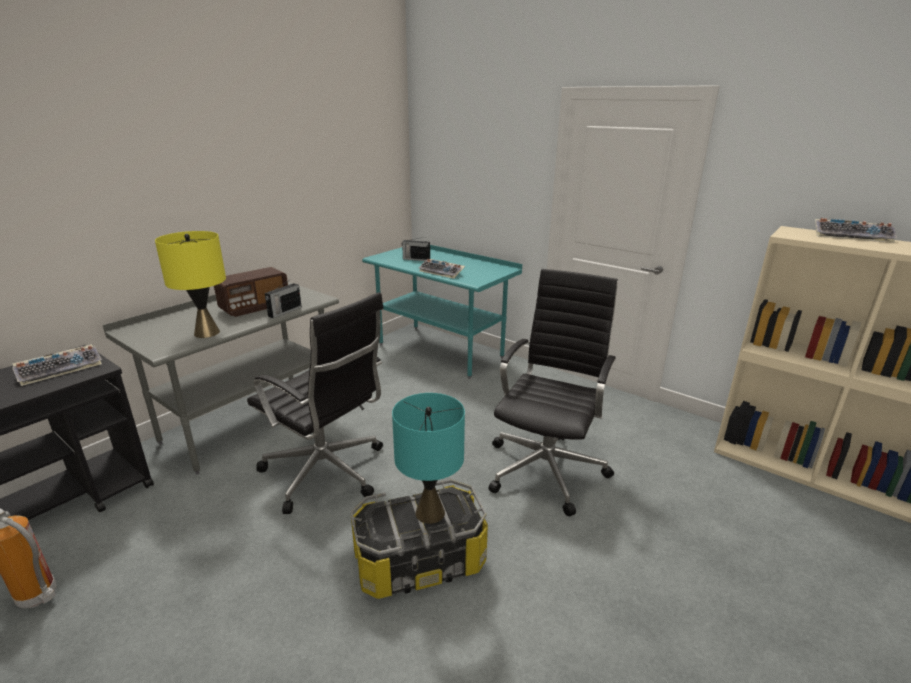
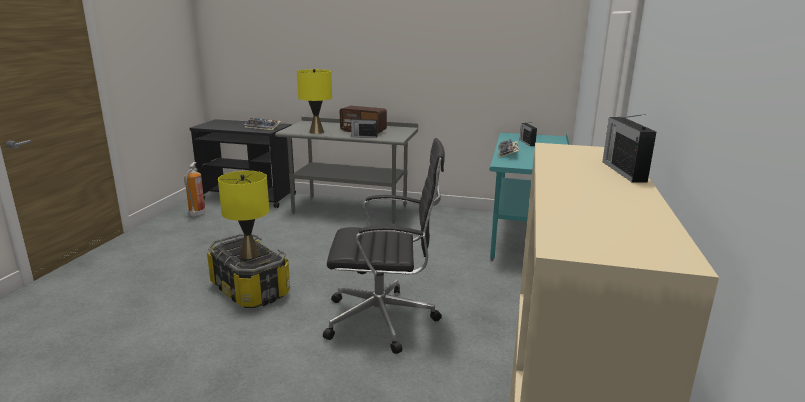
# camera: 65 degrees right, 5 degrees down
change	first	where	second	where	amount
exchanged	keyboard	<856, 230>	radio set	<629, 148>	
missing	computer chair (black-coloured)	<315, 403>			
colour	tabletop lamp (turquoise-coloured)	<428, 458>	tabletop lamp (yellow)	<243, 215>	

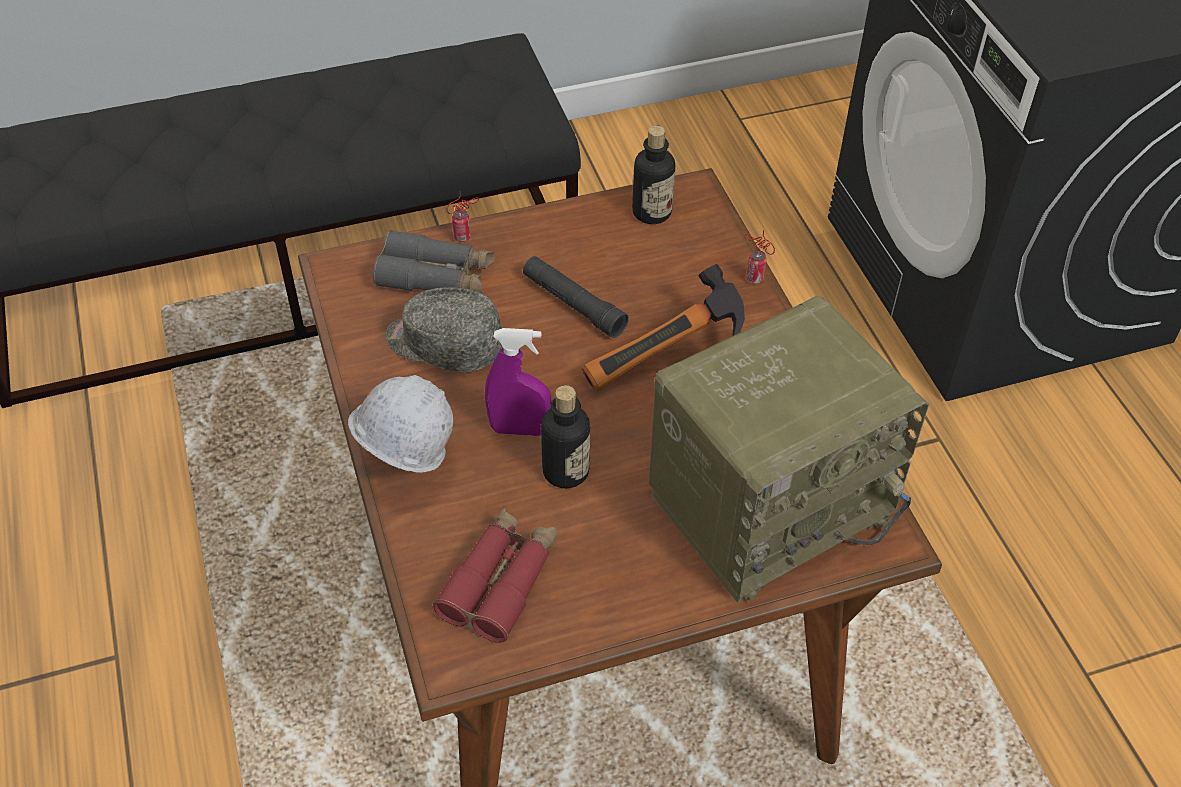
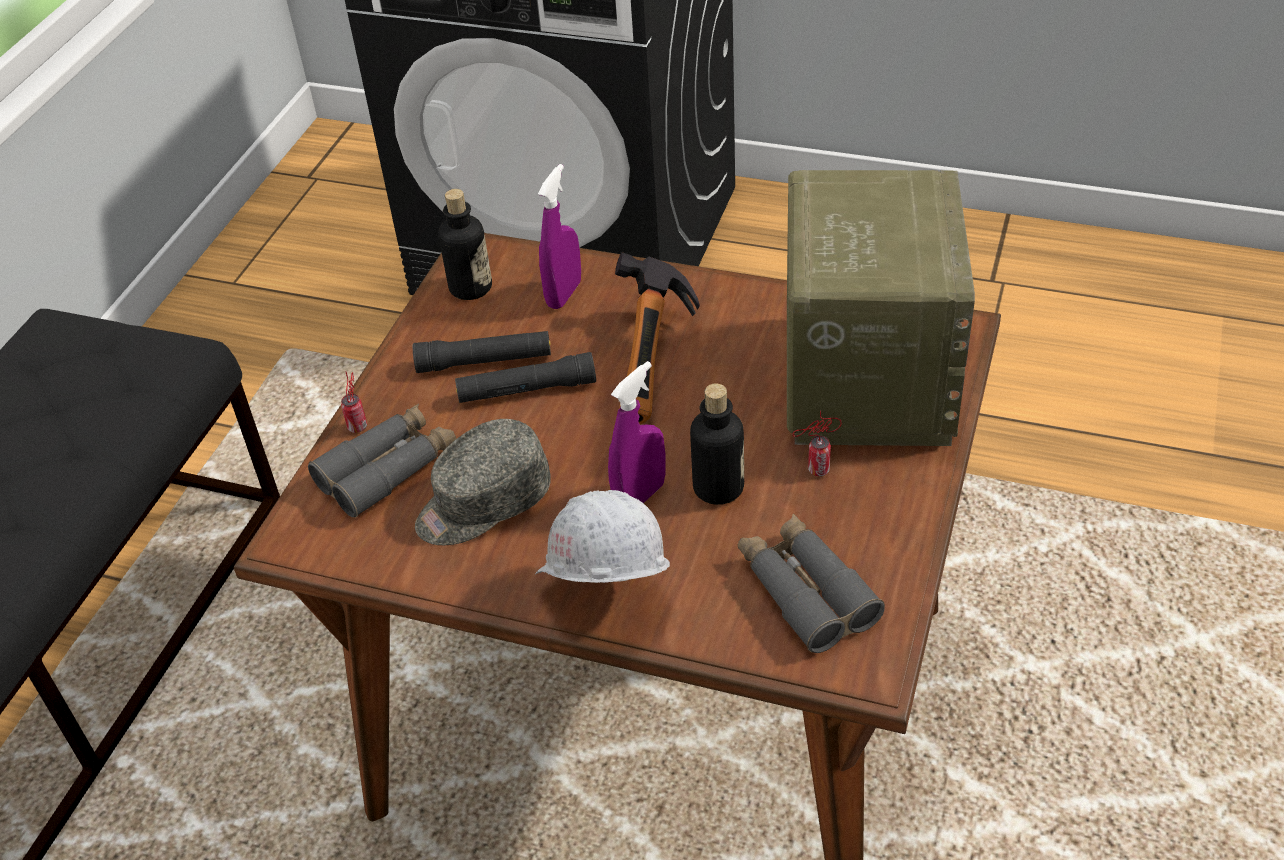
# camera: 50 degrees left, 5 degrees down
change	first	where	second	where	amount
relocated	metal can	<760, 257>		<817, 443>	
colour	field glasses (red)	<495, 575>	field glasses (grey)	<811, 583>	
appeared			sprayer (purple)	<559, 236>	
appeared			torch (black-coloured)	<482, 352>	

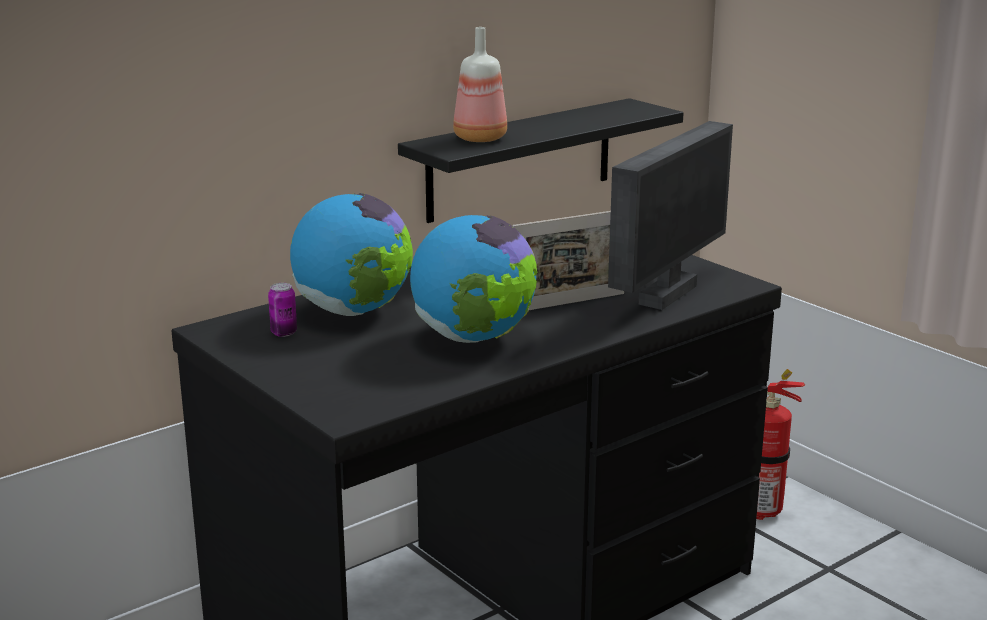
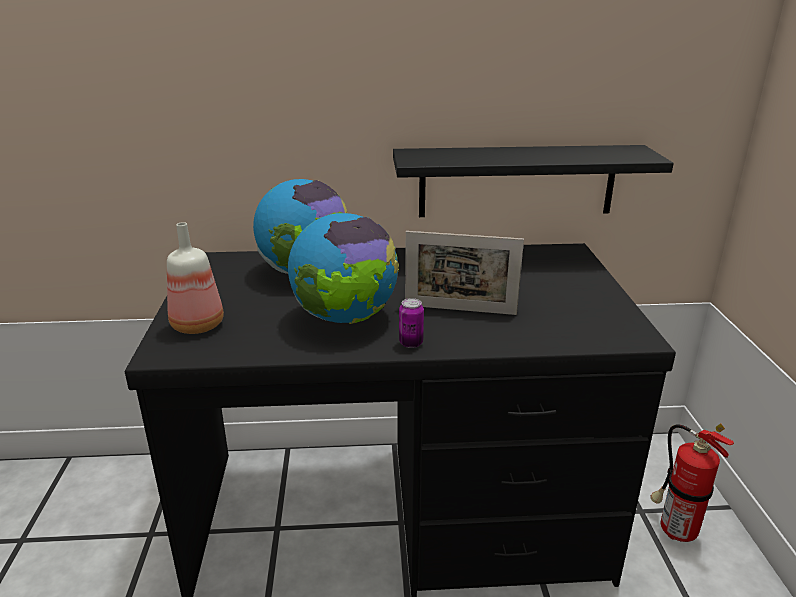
# camera: 35 degrees right, 5 degrees up
change	first	where	second	where	amount
relocated	bottle	<480, 84>		<195, 278>	
missing	computer display	<670, 215>			
relocated	metal can	<282, 310>		<411, 323>	

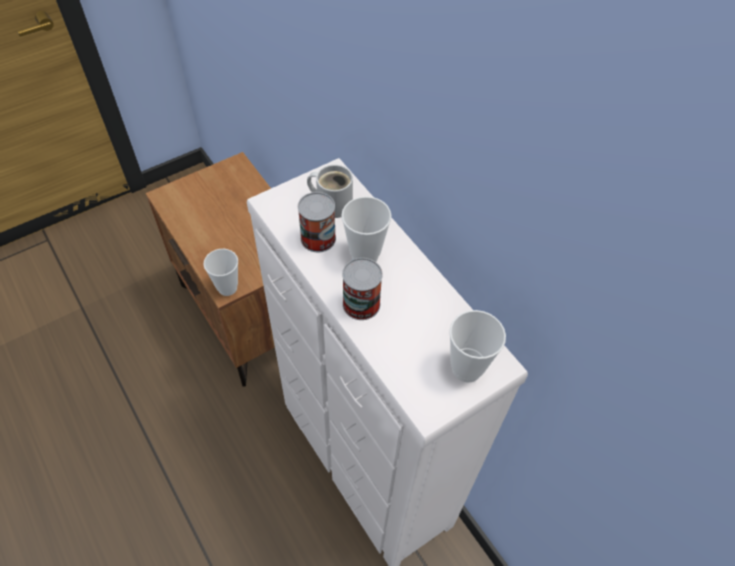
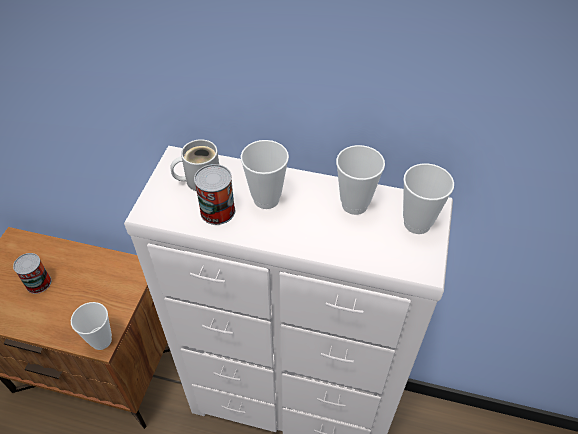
# camera: 40 degrees left, 5 degrees down
change	first	where	second	where	amount
relocated	metal can	<362, 289>		<32, 273>	
appeared			drinking cup	<360, 180>	

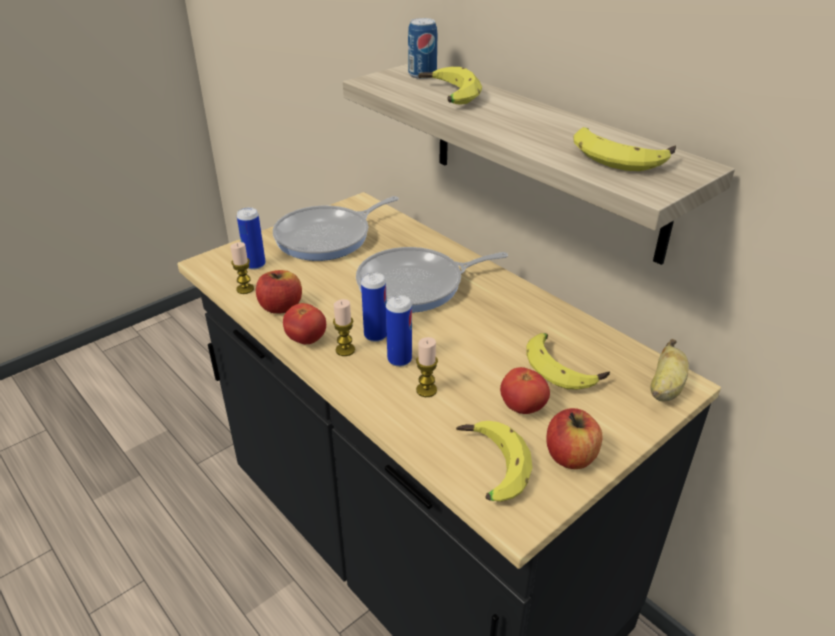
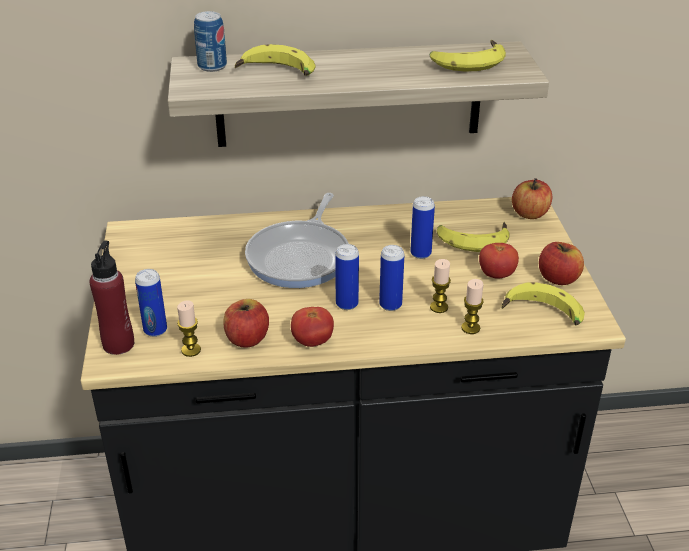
# camera: 55 degrees left, 0 degrees up
change	first	where	second	where	amount
missing	pan	<336, 228>			
relocated	wax light	<344, 327>		<472, 306>	
exchanged	banana fruit	<669, 370>	whole apple	<532, 198>	
appeared			metal can	<422, 227>	
appeared			bottle (red)	<112, 297>	

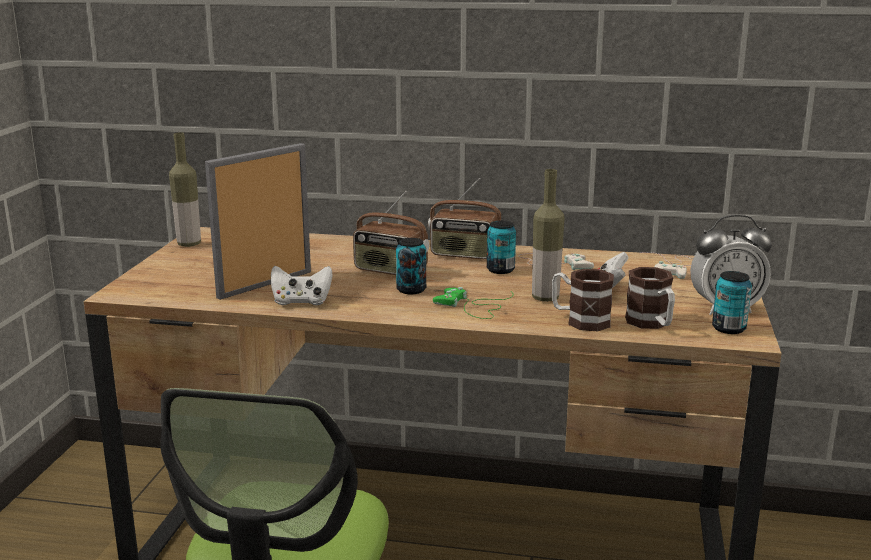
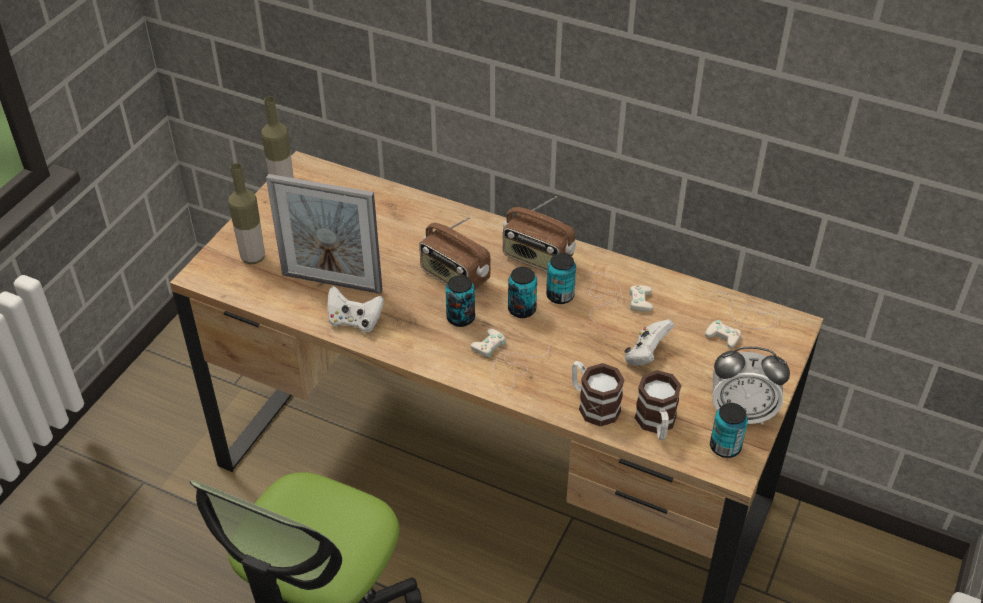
# camera: 15 degrees right, 25 degrees up
change	first	where	second	where	amount
spun	picture frame	<258, 221>		<324, 234>	135 degrees counterclockwise
relocated	bottle	<548, 235>		<246, 213>	
colour	game controller (green-coloured)	<473, 303>	game controller (whitish)	<510, 359>	
appeared			metal can	<522, 292>	

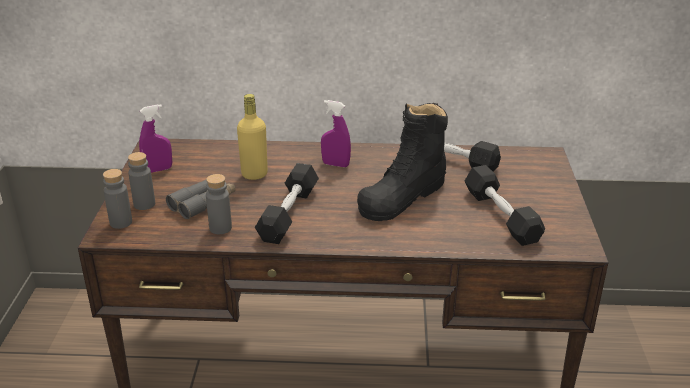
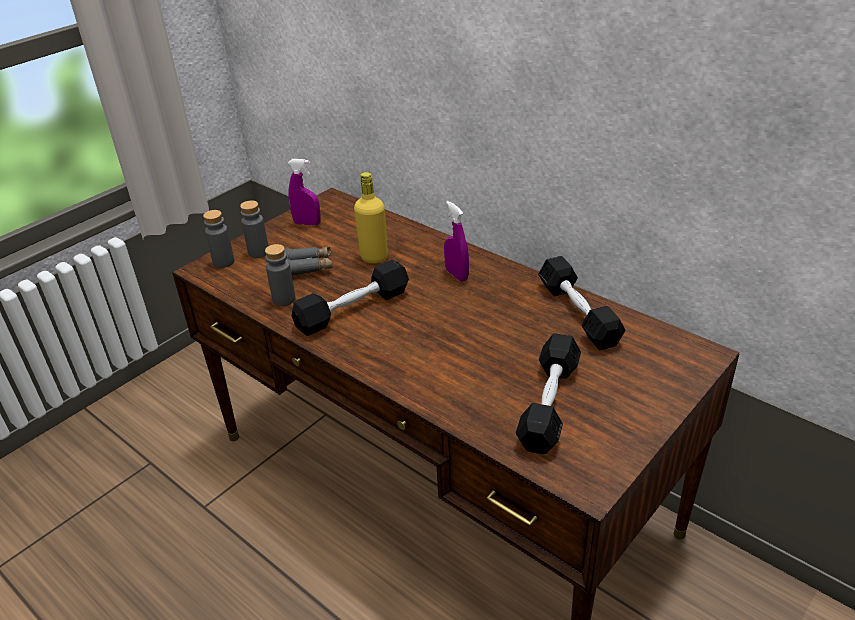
# camera: 40 degrees right, 5 degrees up
change	first	where	second	where	amount
missing	boot (black-coloured)	<402, 162>			

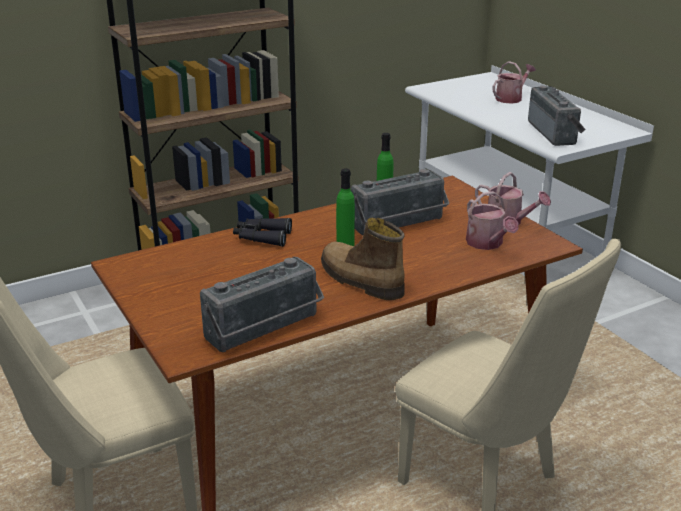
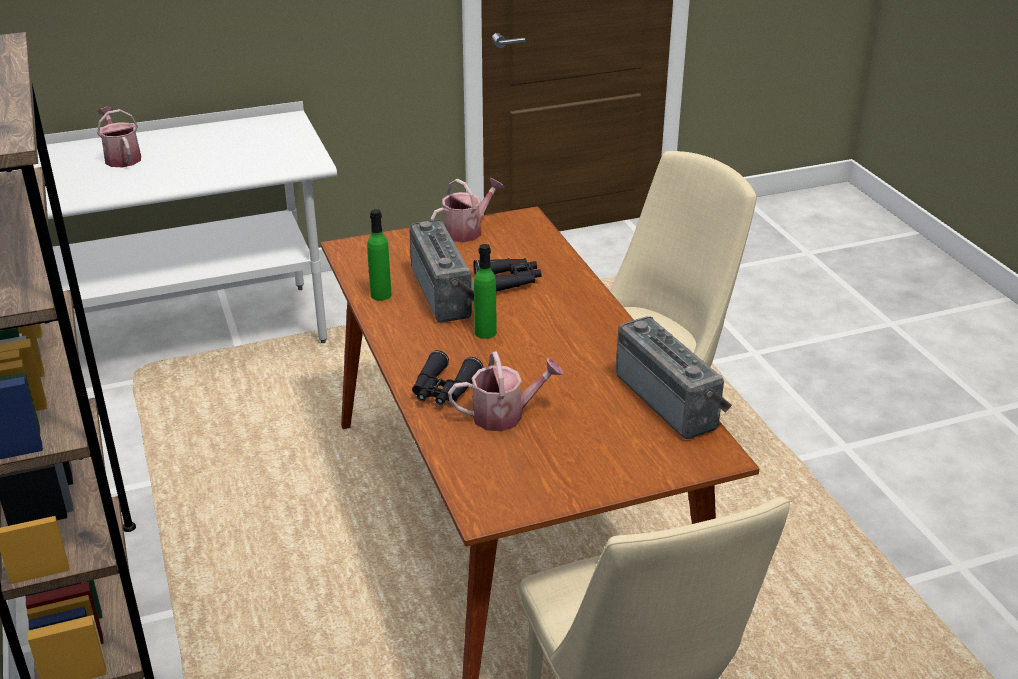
# camera: 80 degrees left, 5 degrees up
change	first	where	second	where	amount
missing	radio set	<557, 116>			
relocated	sprinkling can	<492, 220>		<506, 391>	
missing	boot	<363, 259>			
appeared			field glasses (black-coloured)	<507, 275>	

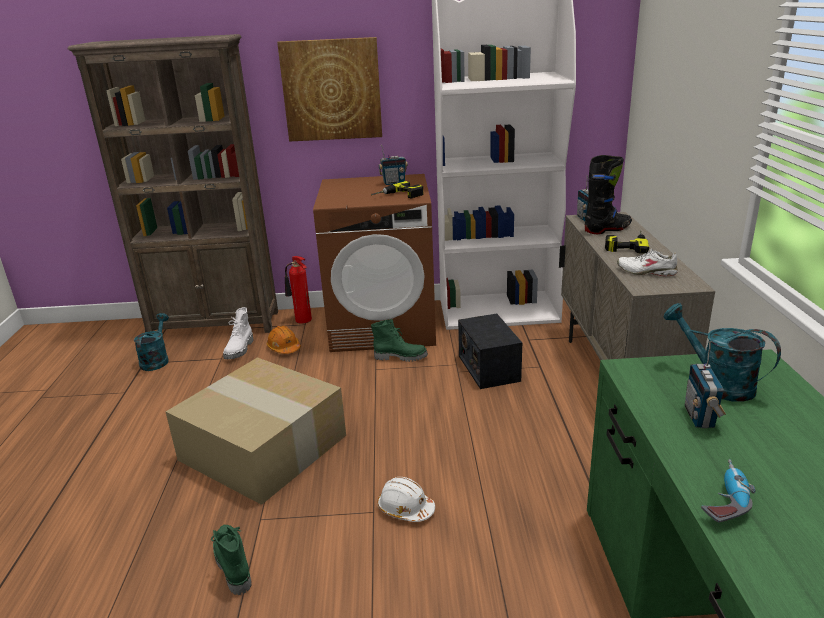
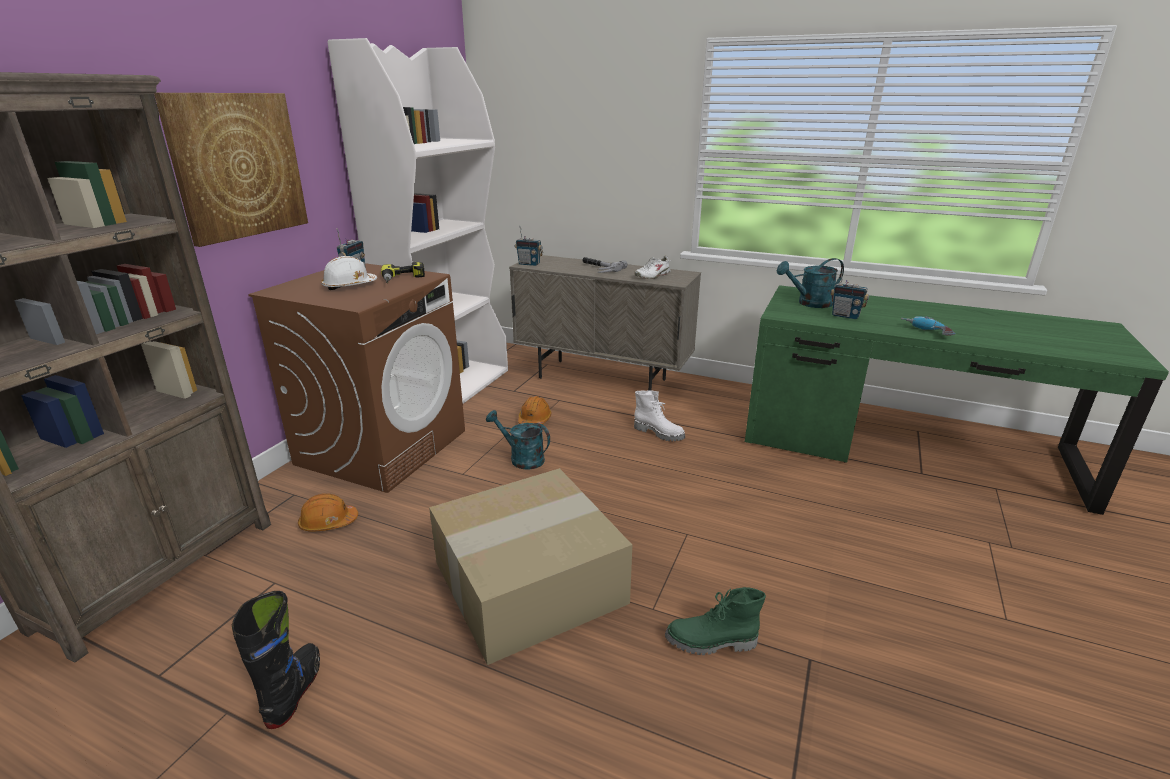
# camera: 65 degrees left, 0 degrees up
change	first	where	second	where	amount
relocated	boot (black-coloured)	<608, 194>		<276, 660>	
exchanged	power drill	<627, 242>	hand hammer	<605, 265>	
missing	extinguisher	<298, 290>			
relocated	boot (whitish)	<238, 333>		<659, 415>	
relocated	sprinkling can (turquoise-coloured)	<151, 342>		<518, 440>	
exchanged	radio set	<490, 351>	work helmet (orangey)	<535, 410>	
missing	boot (green-coloured)	<399, 340>			
relocated	work helmet (whitish)	<406, 499>		<349, 273>	

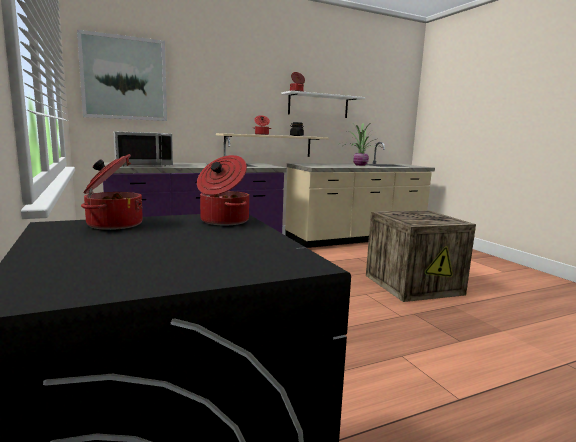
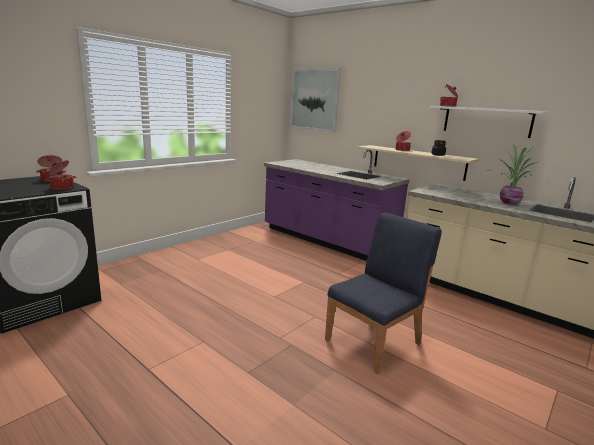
# camera: 65 degrees right, 5 degrees up
change	first	where	second	where	amount
missing	kitchen microwave (grey)	<143, 148>			
exchanged	shipping crate	<421, 256>	chair (bluish)	<383, 293>	

